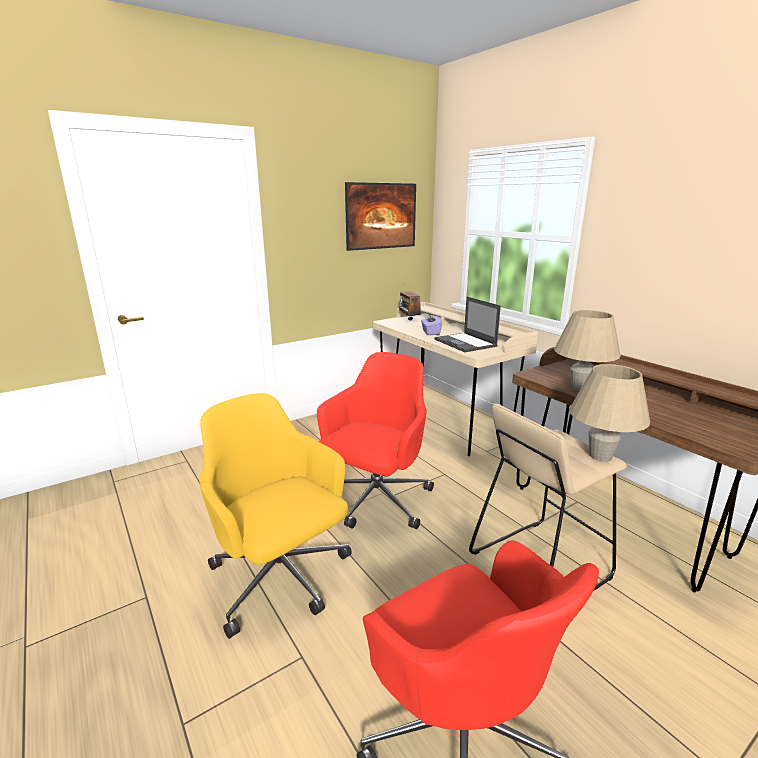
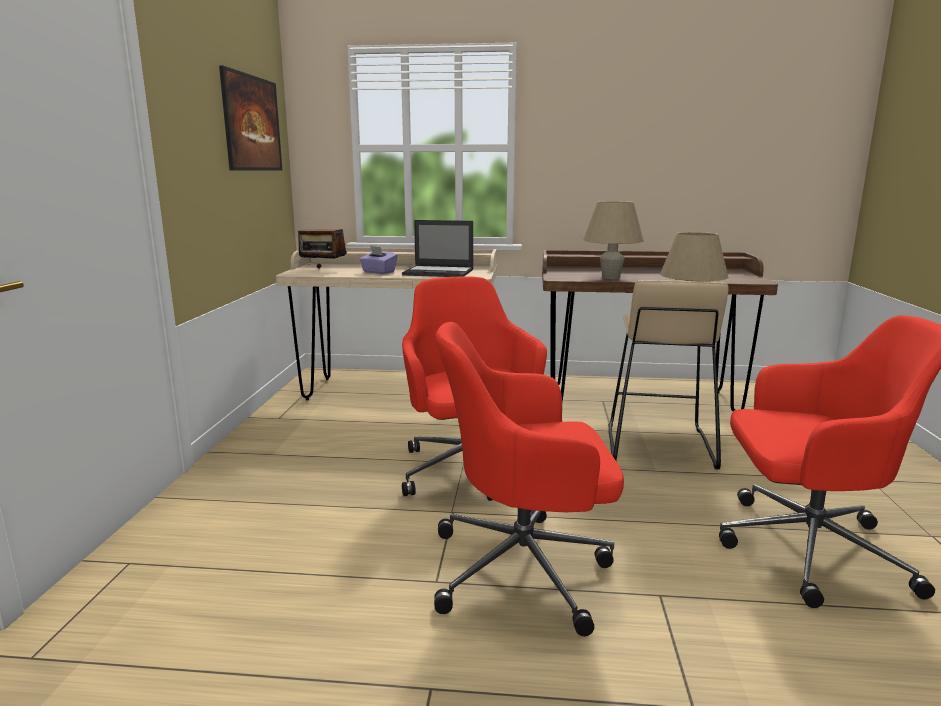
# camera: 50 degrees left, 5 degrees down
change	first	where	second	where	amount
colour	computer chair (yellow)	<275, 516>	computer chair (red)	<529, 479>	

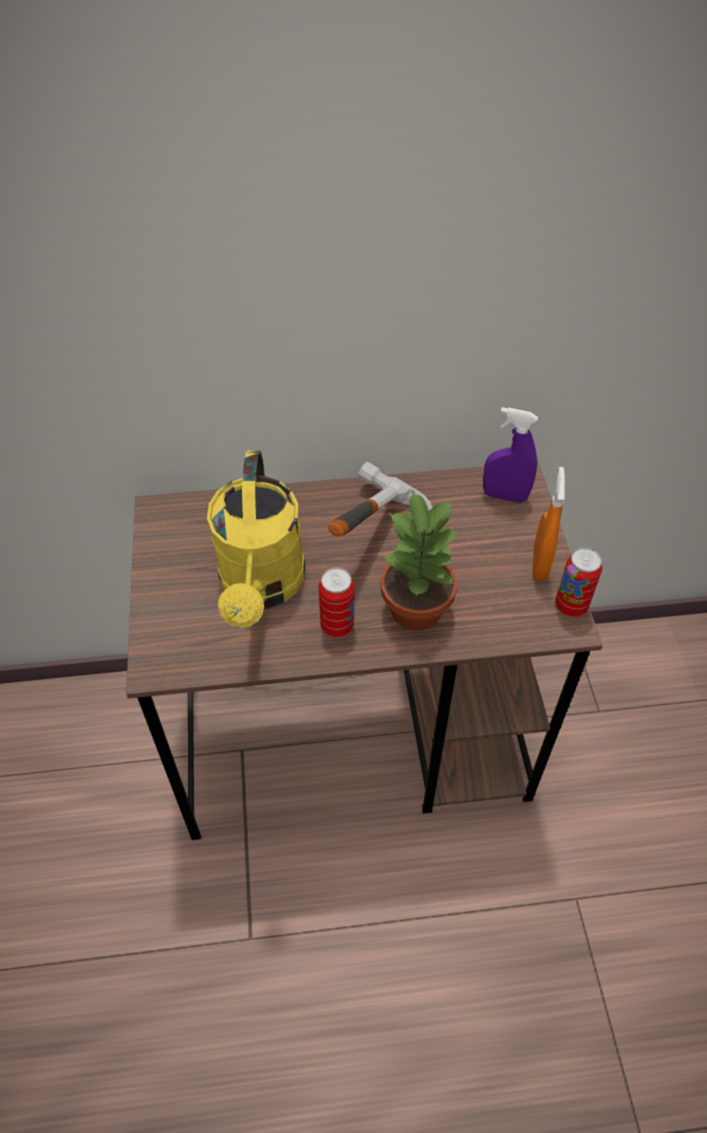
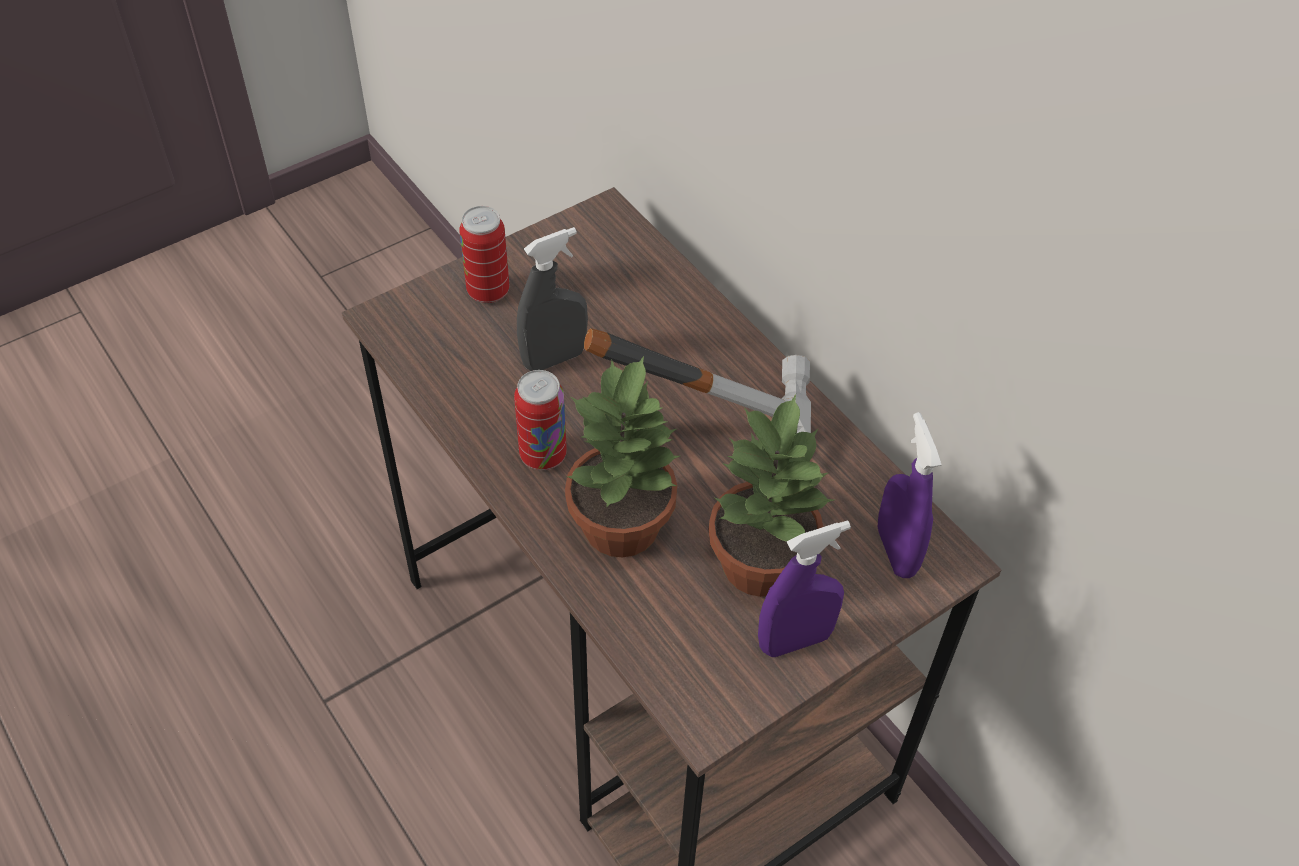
# camera: 60 degrees right, 0 degrees up
change	first	where	second	where	amount
exchanged	sprinkling can (yellow)	<256, 539>	sprayer (grey)	<552, 299>	
colour	sprayer (orangey)	<549, 524>	sprayer (purple)	<804, 589>	
relocated	metal can	<578, 582>		<484, 254>	
appeared			plant in a pot	<771, 495>	

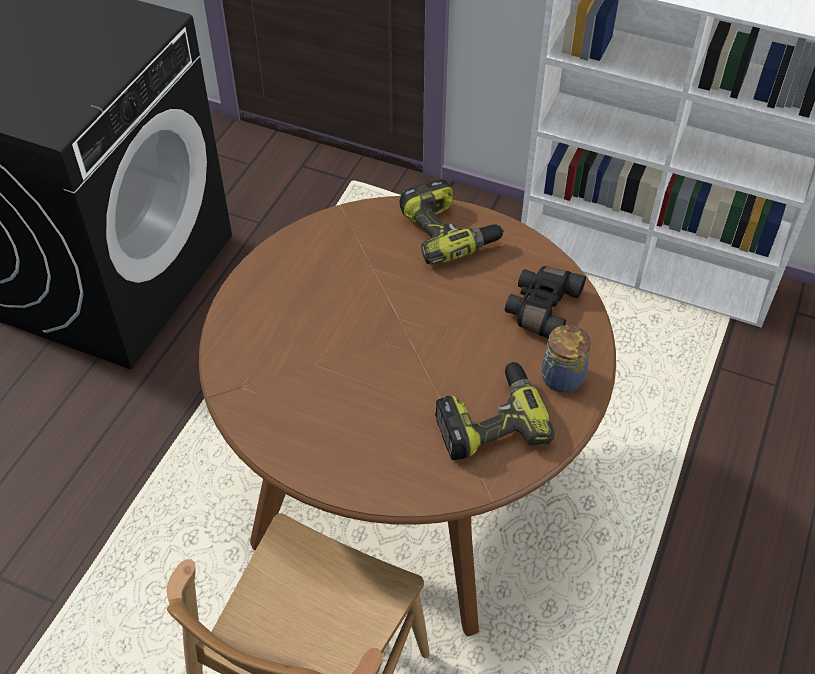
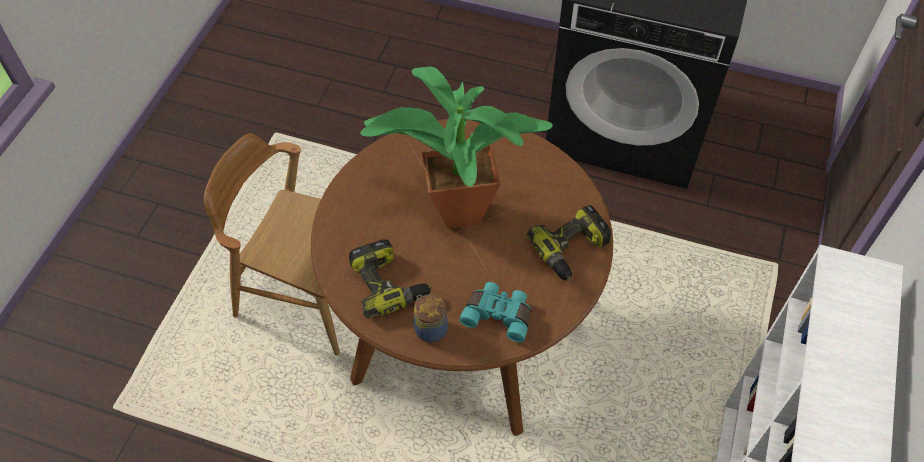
# camera: 85 degrees right, 5 degrees up
change	first	where	second	where	amount
colour	field glasses (black-coloured)	<545, 302>	field glasses (turquoise-coloured)	<495, 312>	
appeared			plant in a pot	<456, 147>	

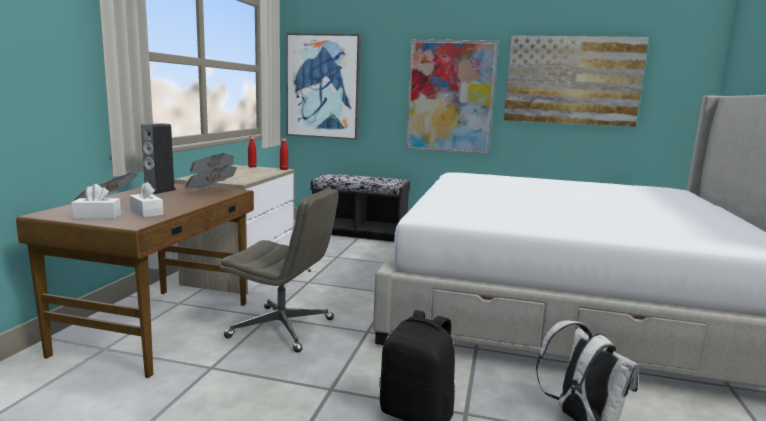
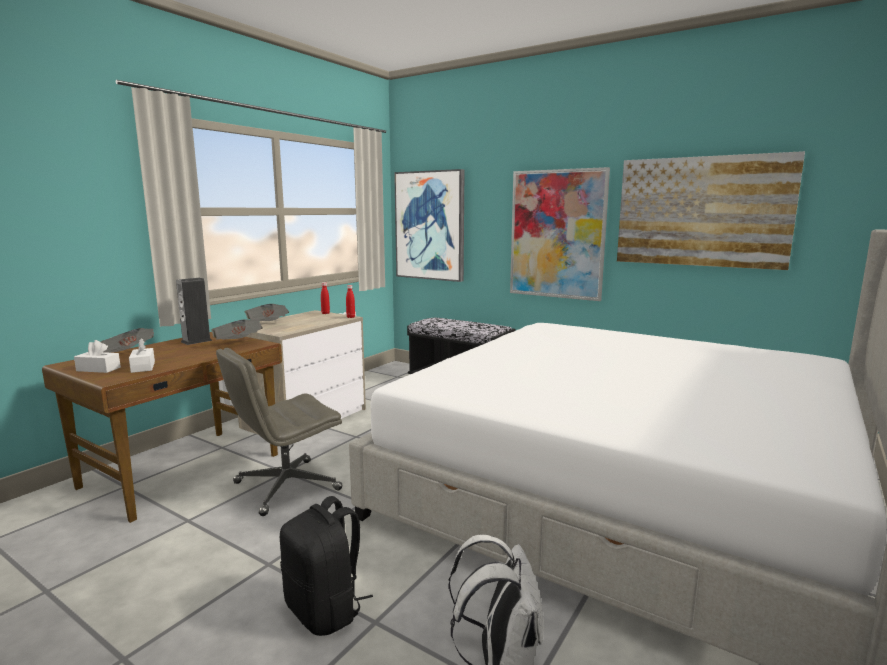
# camera: 20 degrees right, 0 degrees up
change	first	where	second	where	amount
spun	computer chair (grey)	<279, 270>		<279, 432>	105 degrees clockwise

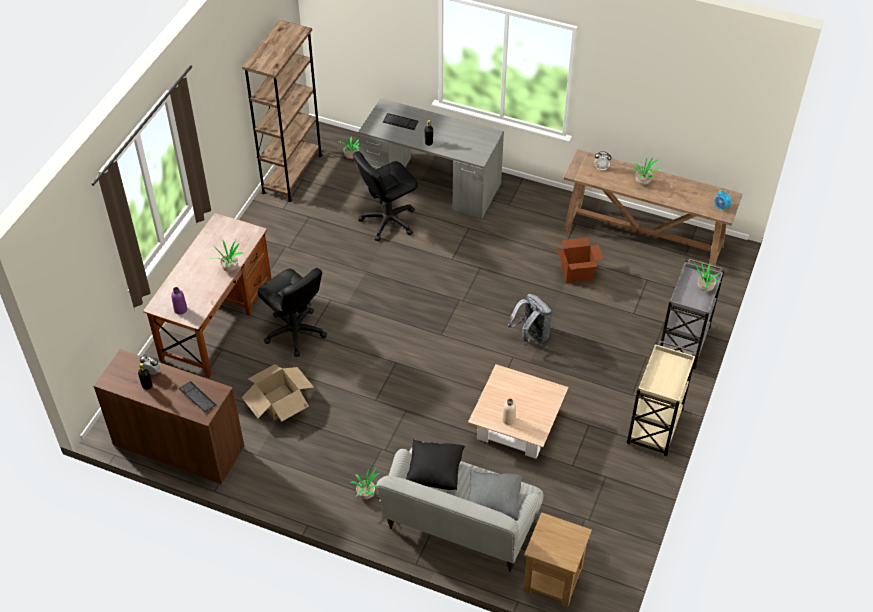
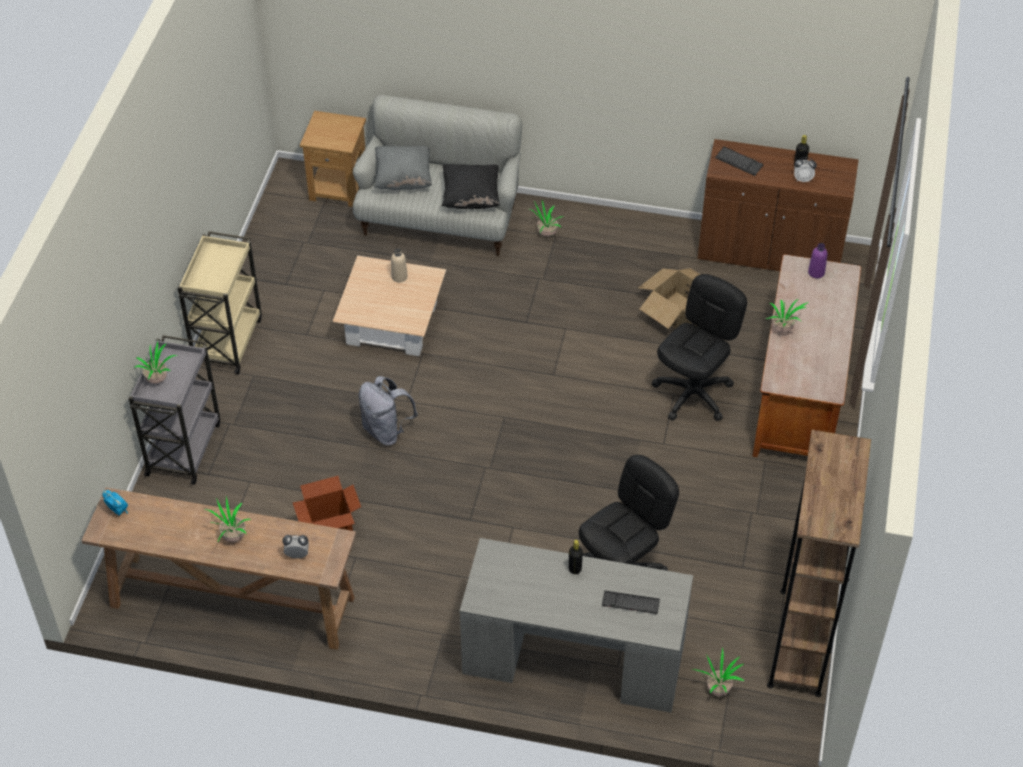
# camera: 170 degrees right, 0 degrees up
change	first	where	second	where	amount
spun	computer chair (black-coloured)	<292, 312>		<699, 347>	90 degrees clockwise

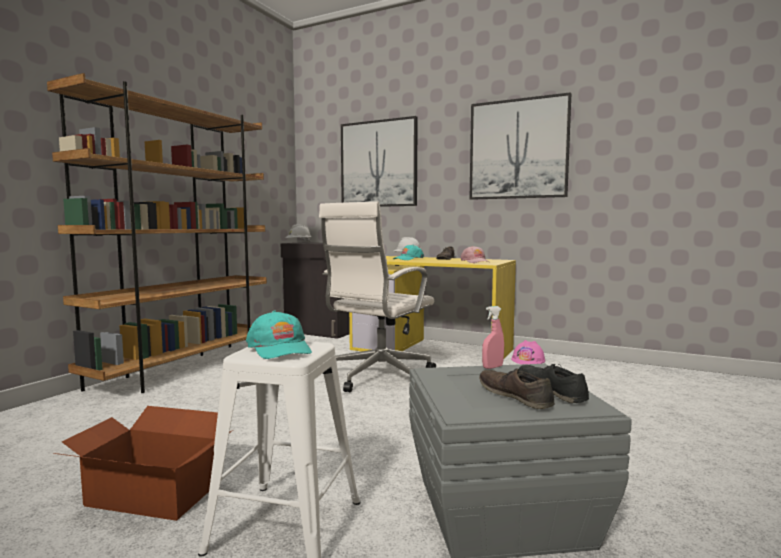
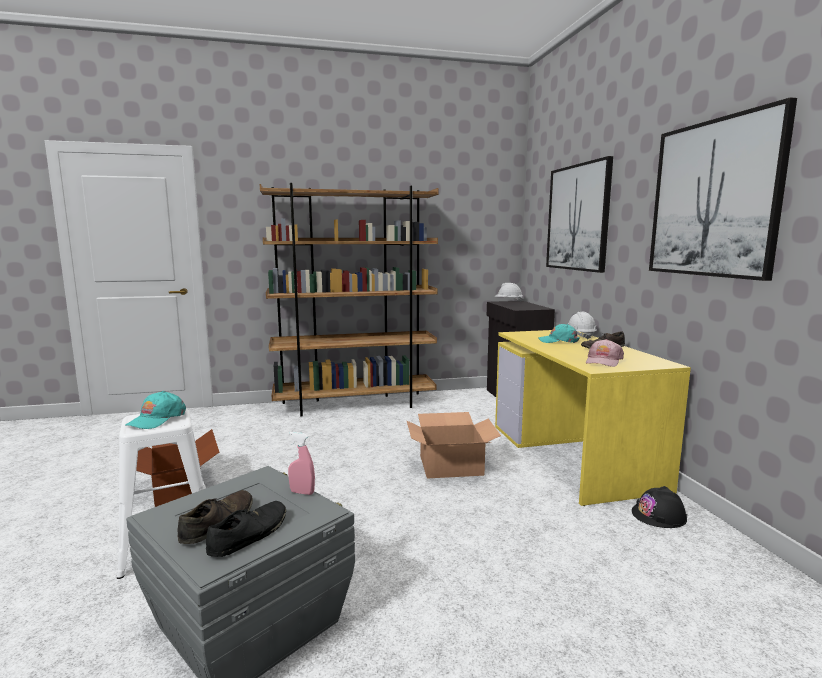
# camera: 50 degrees right, 5 degrees up
change	first	where	second	where	amount
exchanged	computer chair (whitish)	<377, 297>	cardboard box	<454, 445>	
colour	work helmet (pinkish)	<528, 352>	work helmet (black-coloured)	<659, 507>	

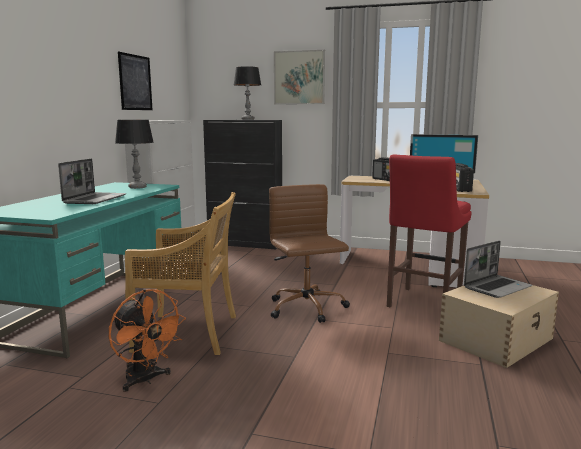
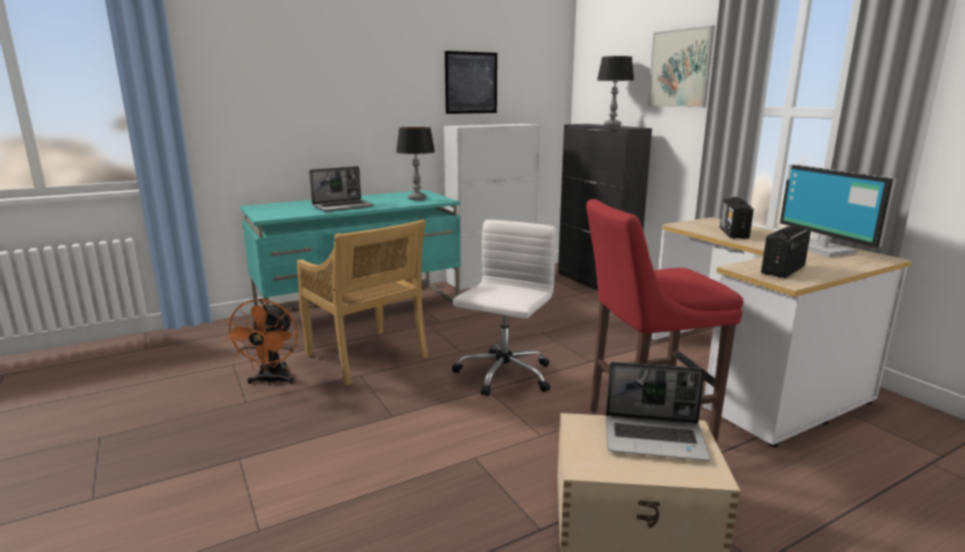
# camera: 45 degrees right, 5 degrees up
change	first	where	second	where	amount
colour	computer chair (brown)	<309, 253>	computer chair (whitish)	<504, 308>	

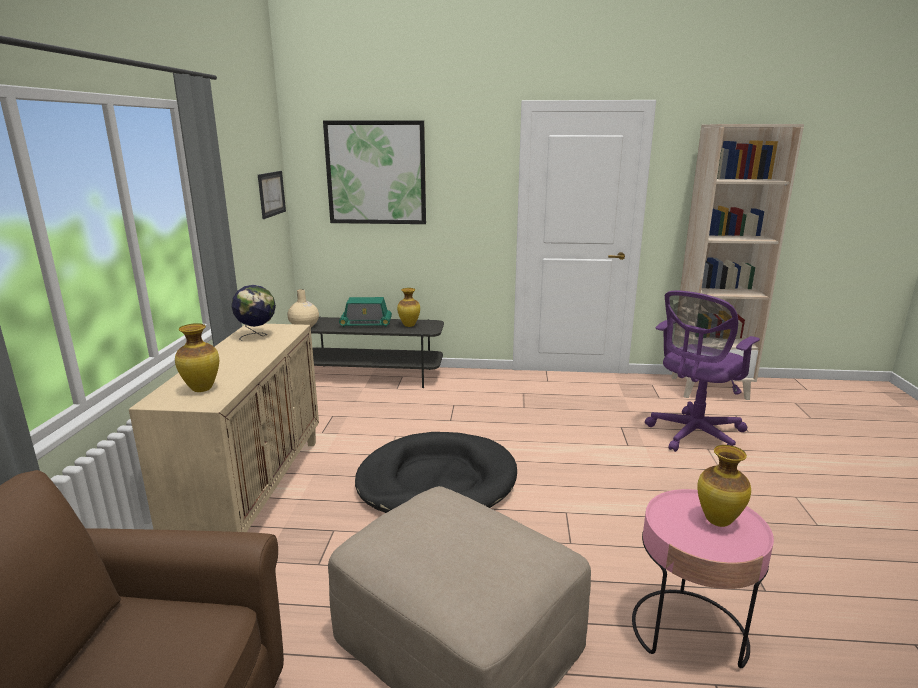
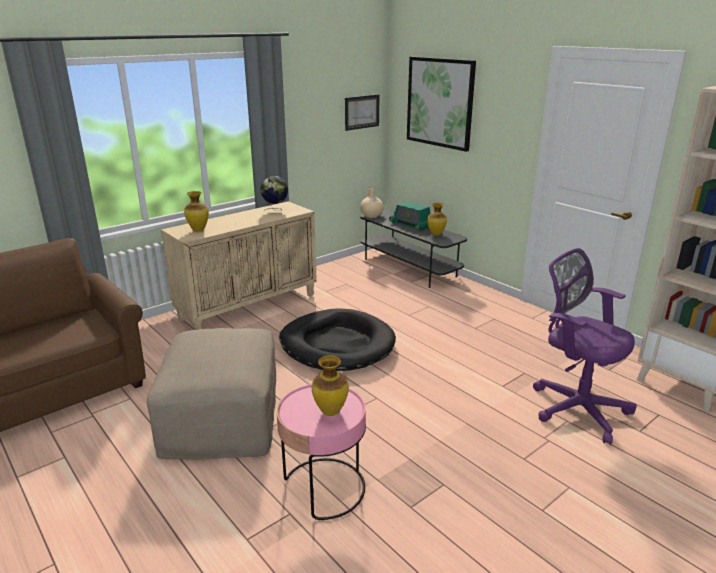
# camera: 45 degrees right, 5 degrees up
change	first	where	second	where	amount
spun	computer chair (purple)	<702, 371>		<585, 346>	45 degrees clockwise

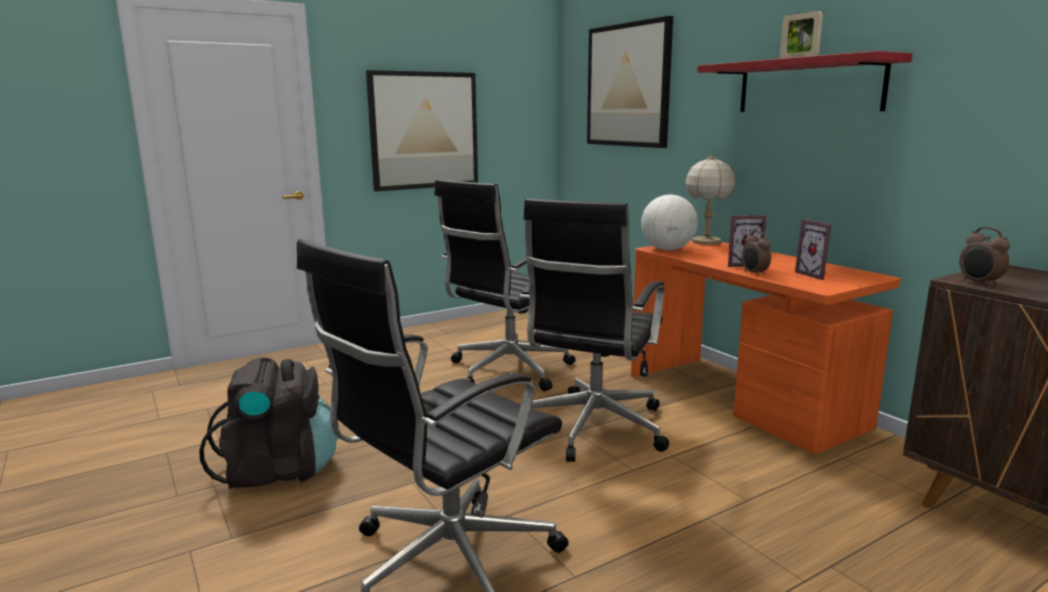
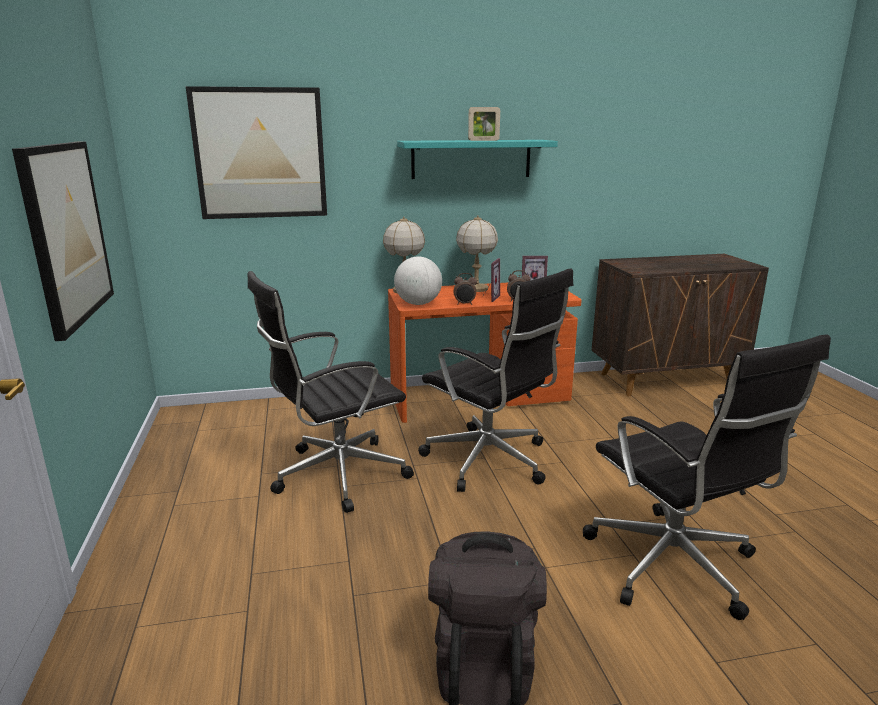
# camera: 70 degrees left, 5 degrees up
change	first	where	second	where	amount
colour	bracket shelf (red)	<805, 81>	bracket shelf (turquoise-coloured)	<477, 159>	
spun	computer chair (black-coloured)	<504, 285>		<331, 392>	90 degrees clockwise
relocated	alarm clock	<984, 257>		<465, 289>	
appeared			tabletop lamp	<477, 253>	

